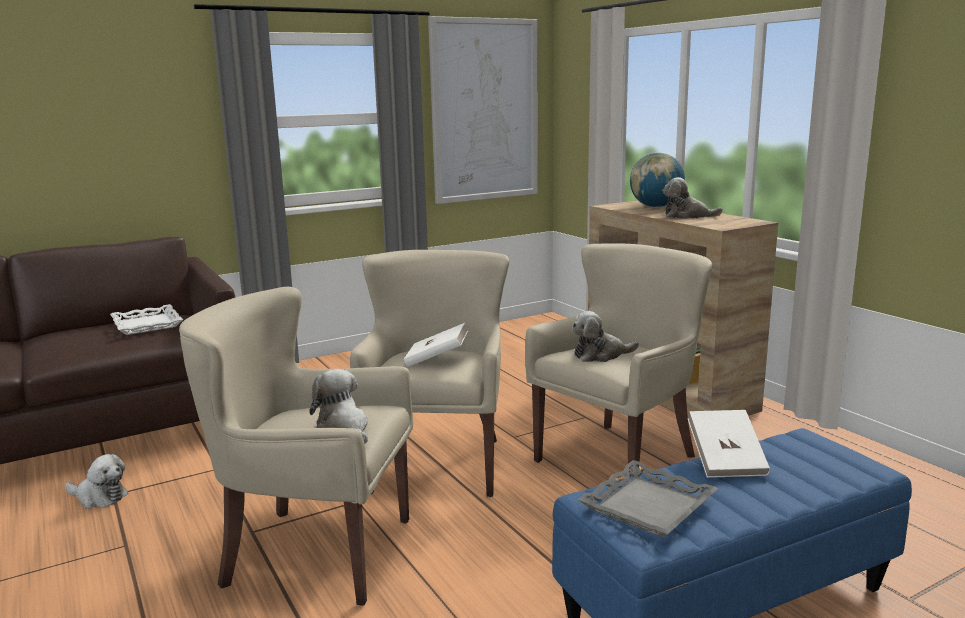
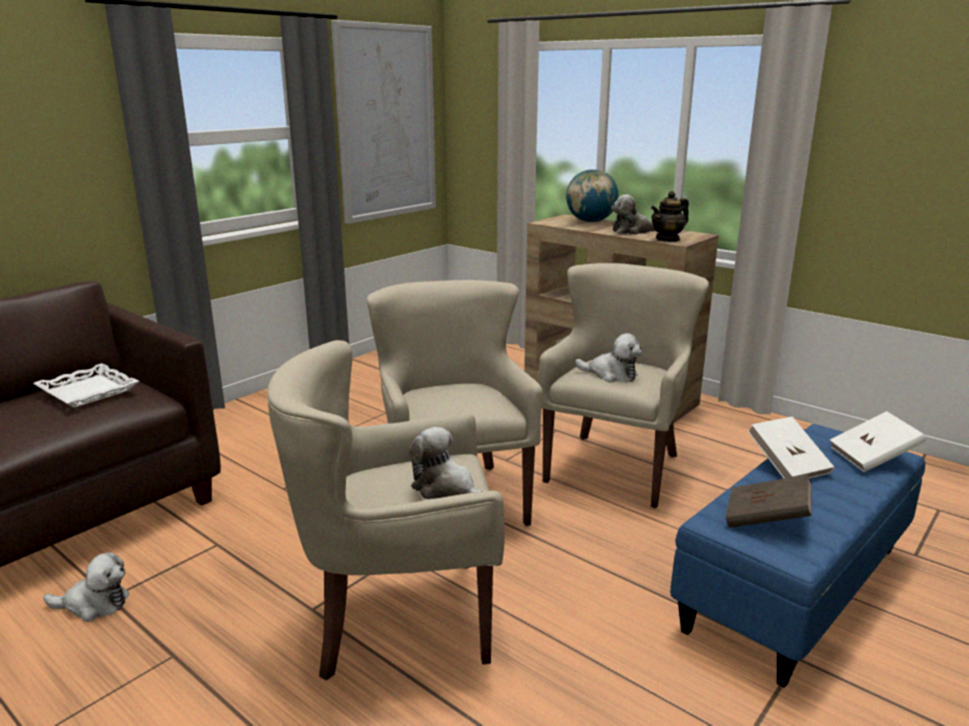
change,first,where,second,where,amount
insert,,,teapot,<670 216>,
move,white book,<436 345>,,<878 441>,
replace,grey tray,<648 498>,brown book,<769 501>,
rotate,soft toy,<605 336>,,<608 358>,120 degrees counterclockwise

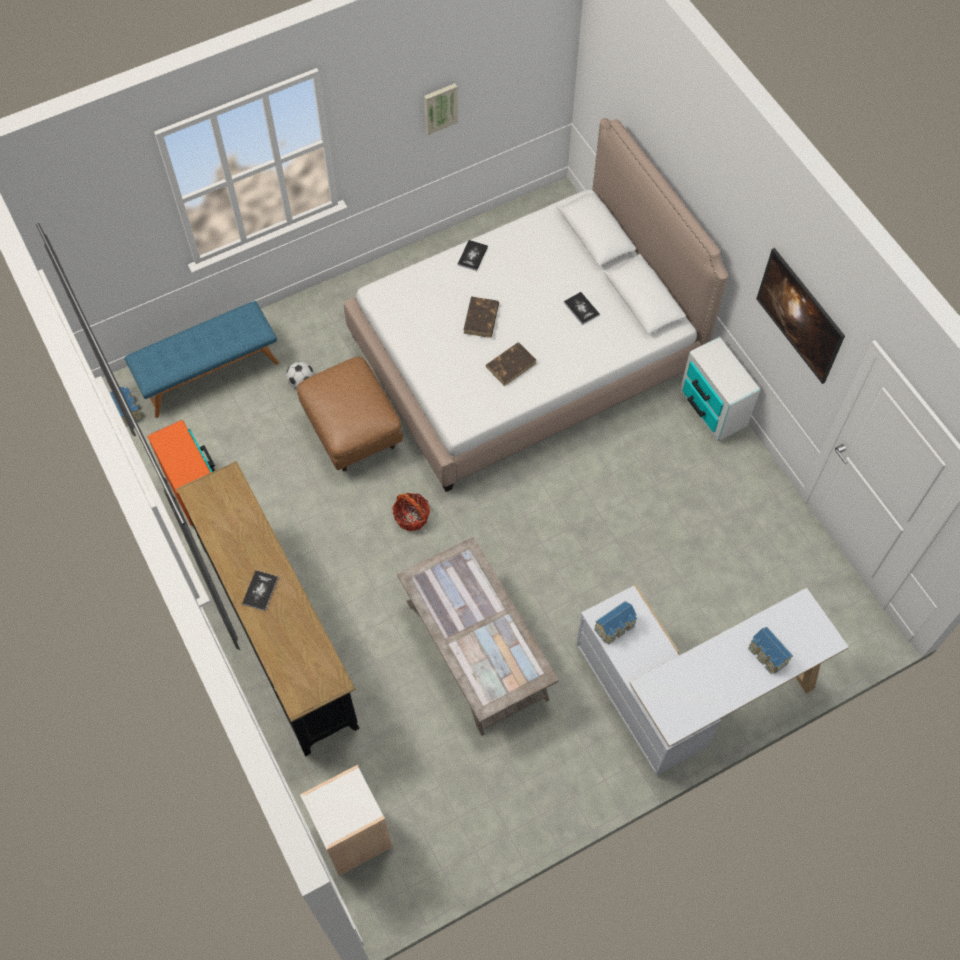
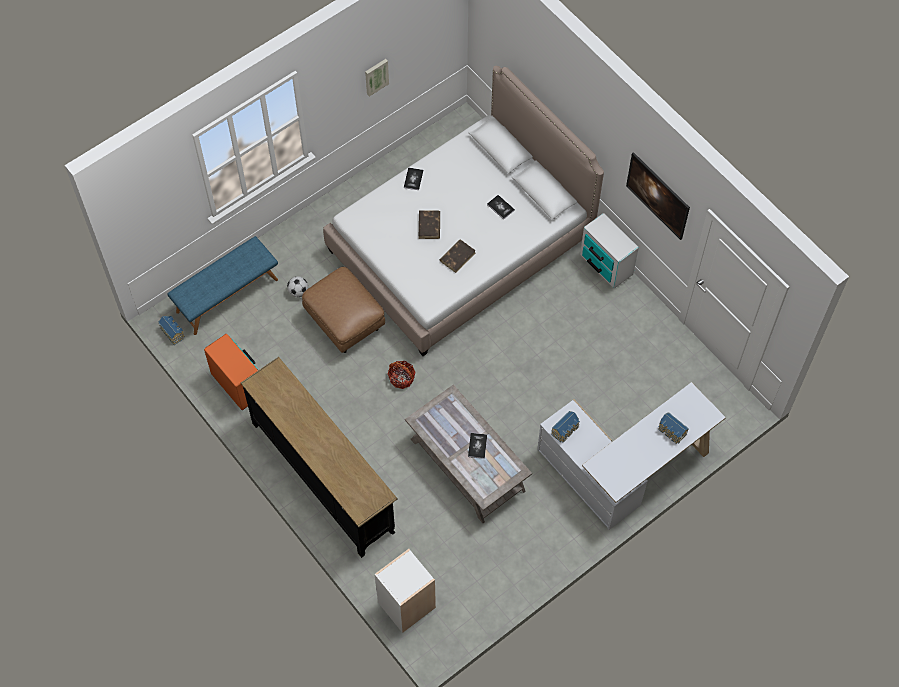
change,first,where,second,where,amount
move,book,<260 590>,,<477 446>,

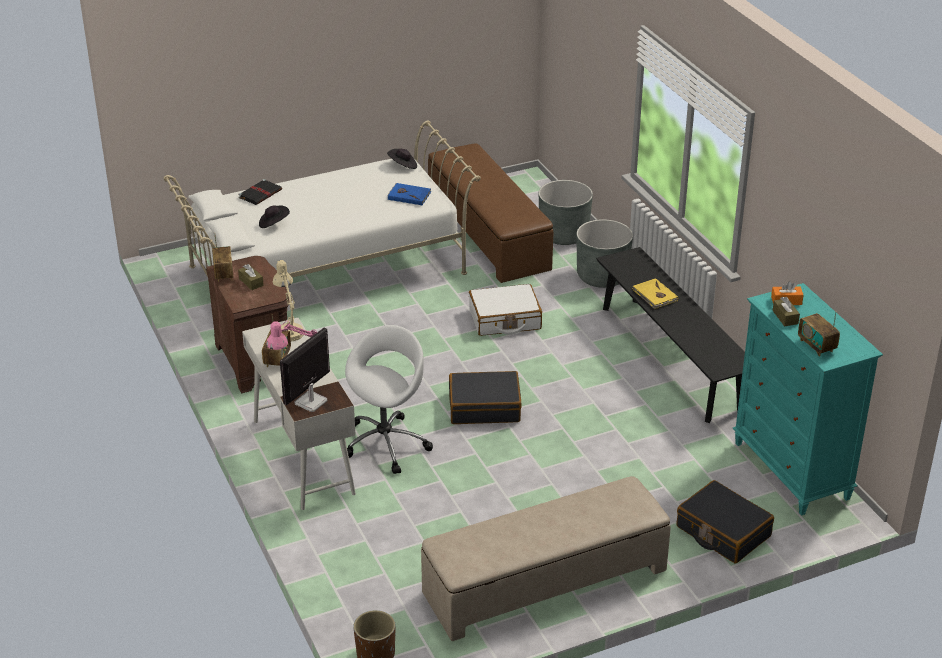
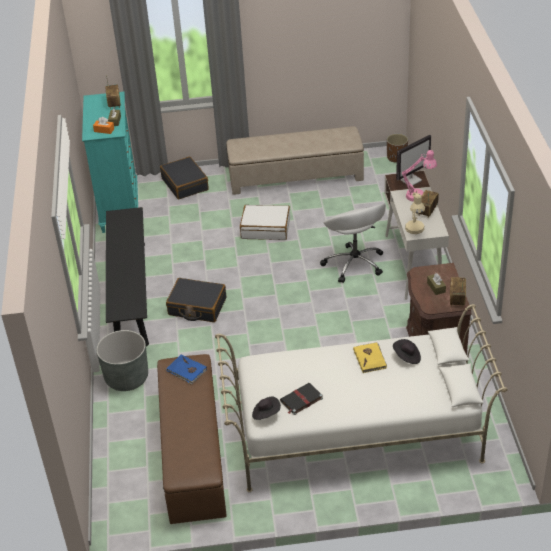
change,first,where,second,where,amount
delete,grey planter,<566 212>,,,
move,black book,<260 192>,,<301 399>,
move,bluish book,<409 194>,,<186 369>,
move,black travel case,<485 397>,,<196 300>,
move,white travel case,<505 310>,,<265 222>,
move,yellowish book,<655 293>,,<370 357>,
rotate,white desk chair,<389 399>,,<353 243>,90 degrees counterclockwise

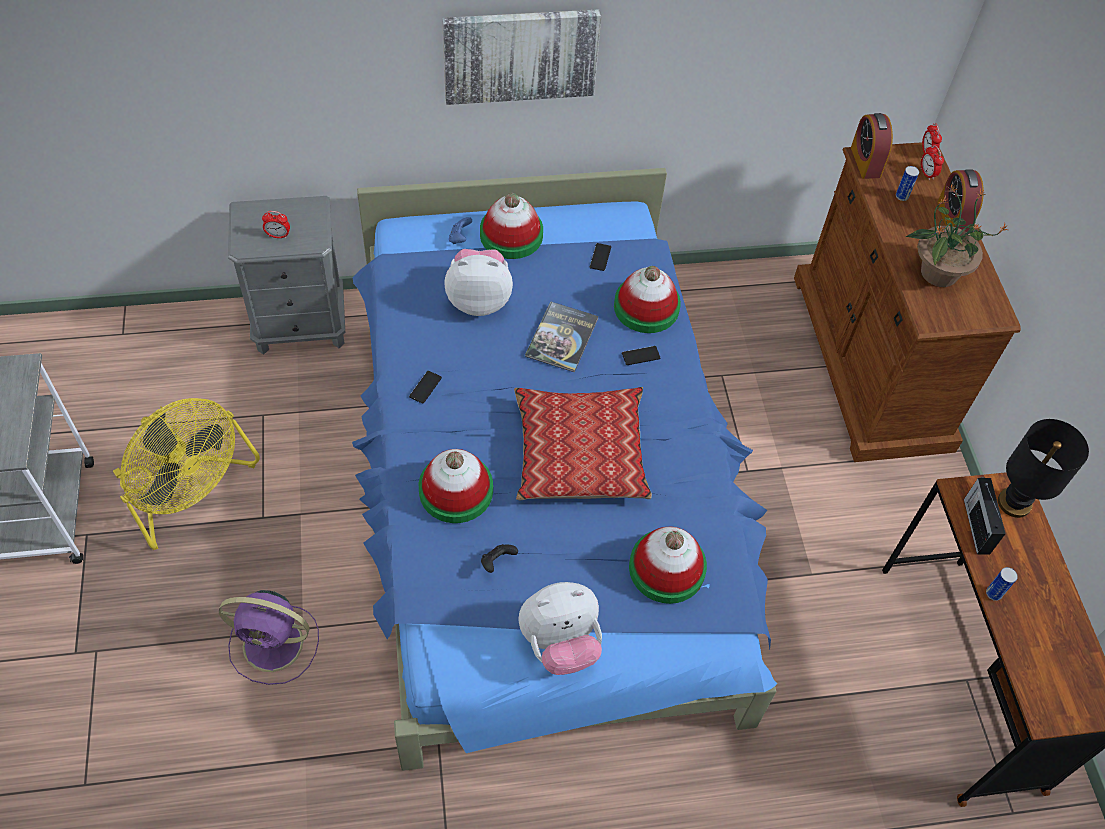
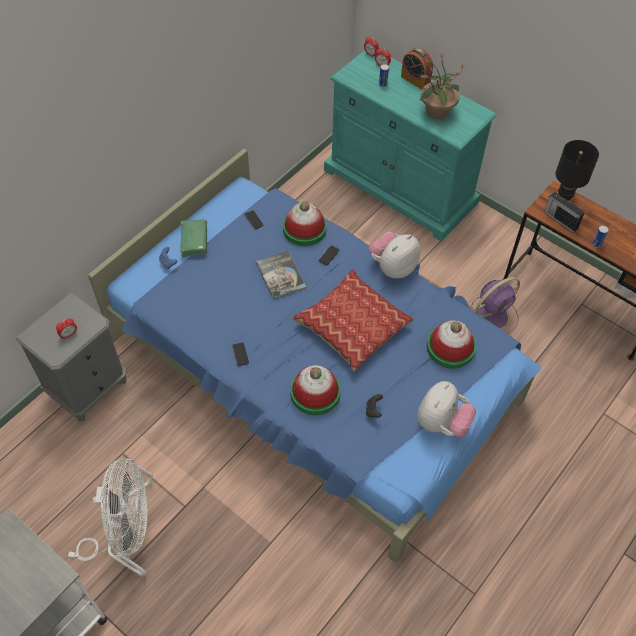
change,first,where,second,where,amount
delete,wall picture,<521 57>,,,
delete,table clock,<872 146>,,,
move,purple-coloured electric fan,<269 637>,,<495 305>,
move,soft toy,<478 282>,,<394 255>,
replace,wearable hat,<511 226>,green book,<193 238>,
recolor,yellowish electric fan,<186 474>,white electric fan,<110 517>,
recolor,brown drawer chest,<907 302>,blue-green drawer chest,<410 146>,

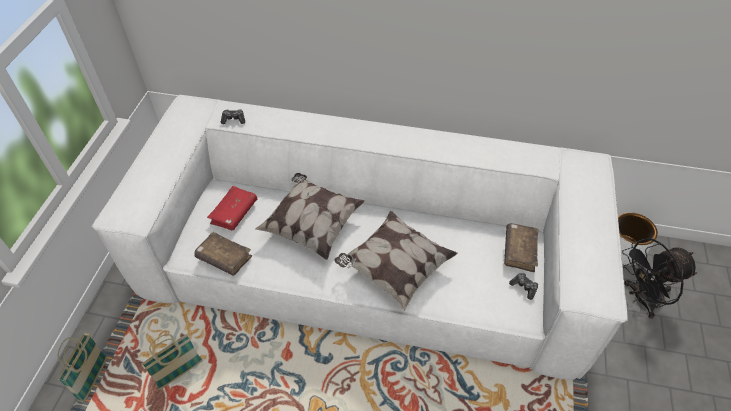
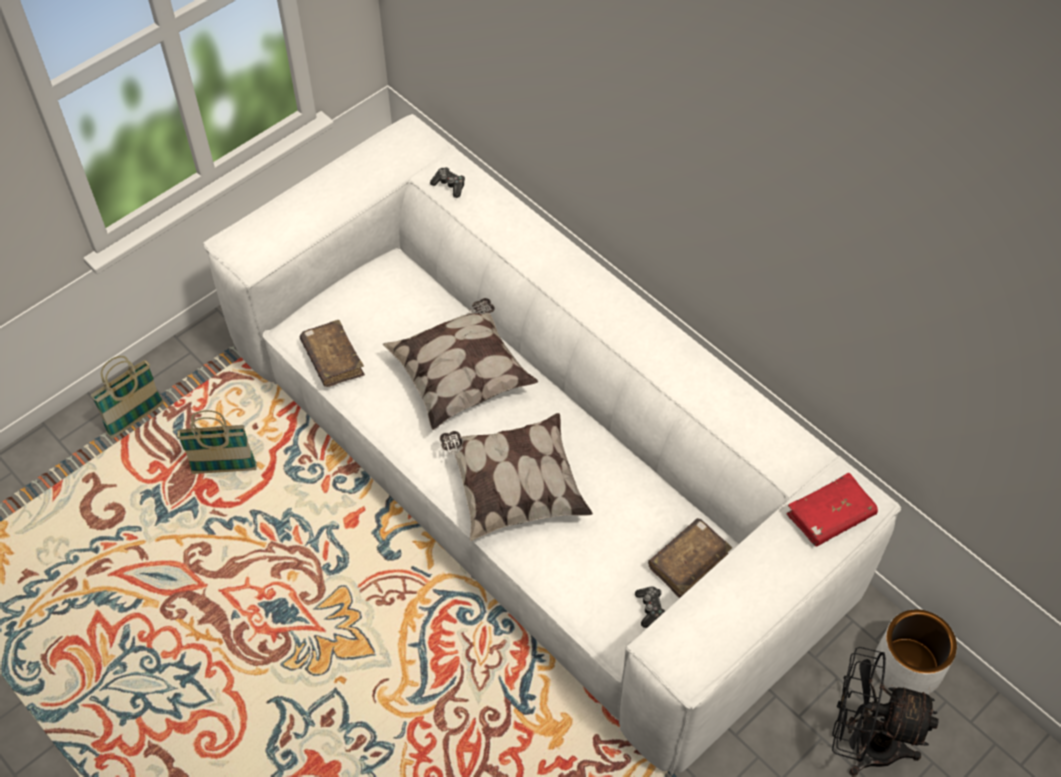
change,first,where,second,where,amount
move,red-coloured book,<232 208>,,<832 510>,

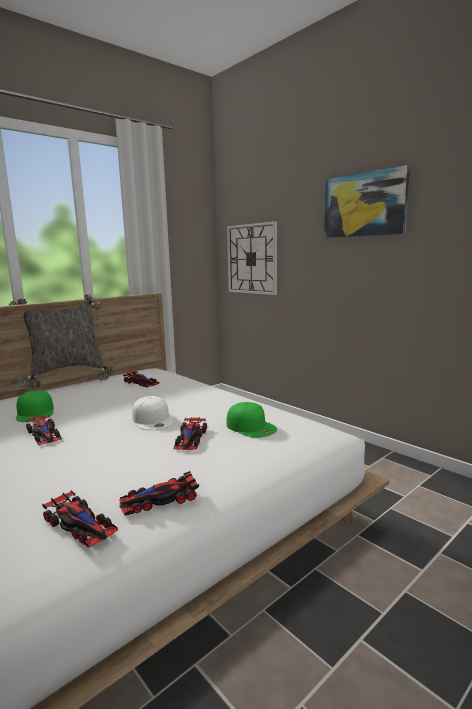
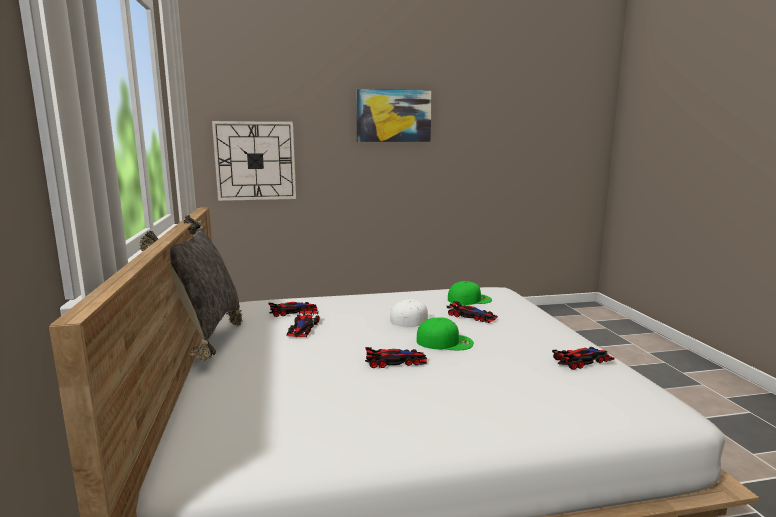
change,first,where,second,where,amount
move,green peaked cap,<35 406>,,<445 333>,
move,toy car,<159 493>,,<302 323>,

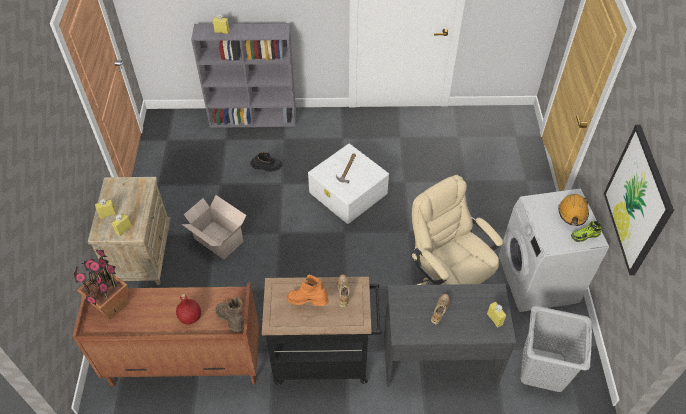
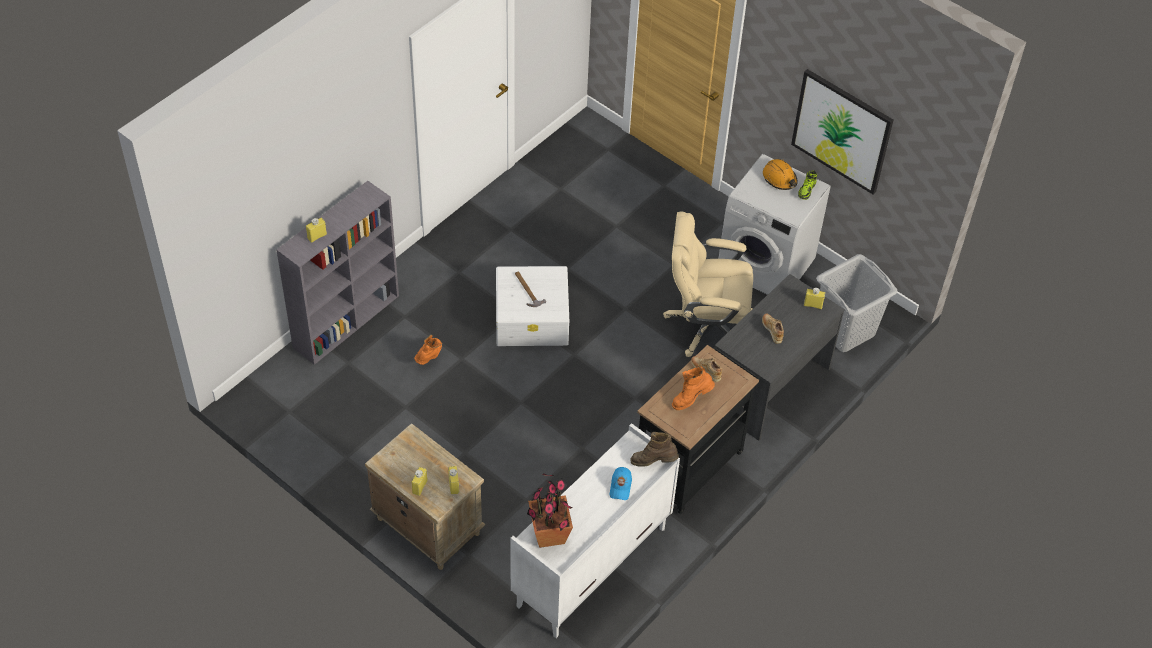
change,first,where,second,where,amount
delete,cardboard box,<213 227>,,,
replace,red-coloured beverage bottle,<188 309>,bluish peaked cap,<621 483>,
recolor,brown cabinet,<165 334>,white cabinet,<595 530>,
recolor,black tall boot,<266 162>,orangey tall boot,<428 350>,

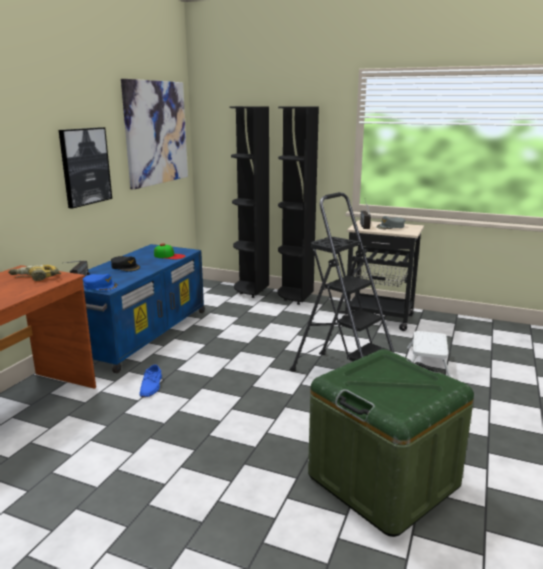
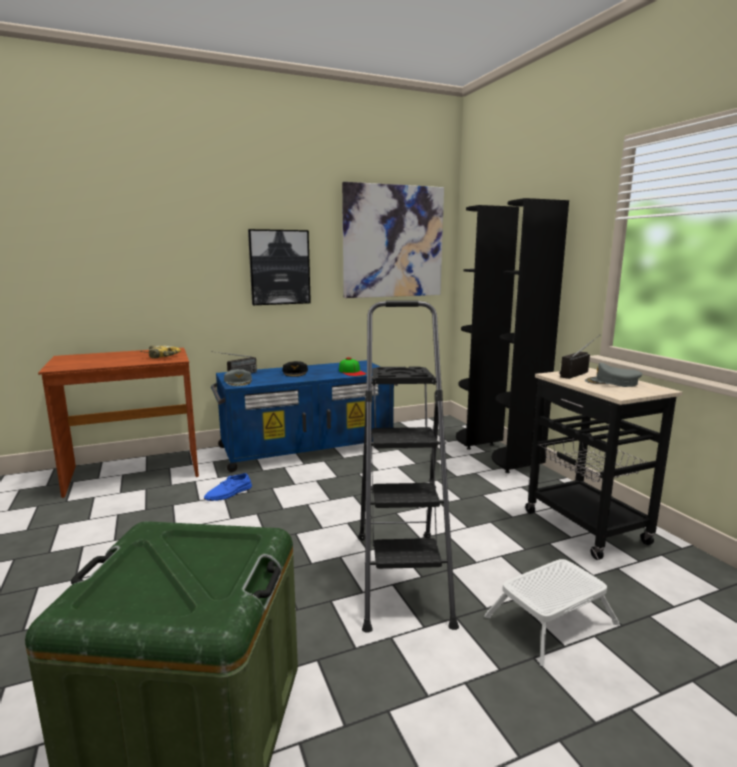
change,first,where,second,where,amount
recolor,bluish peaked cap,<100 282>,grey peaked cap,<238 377>,

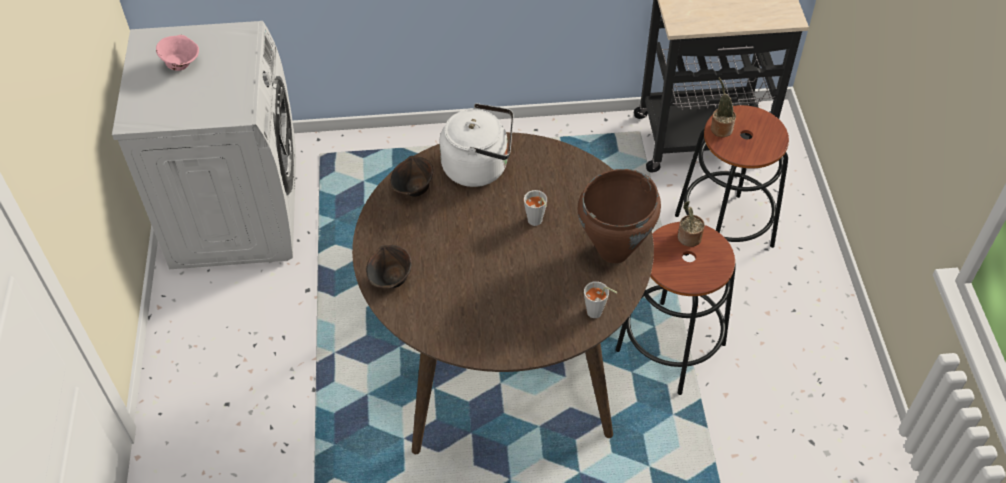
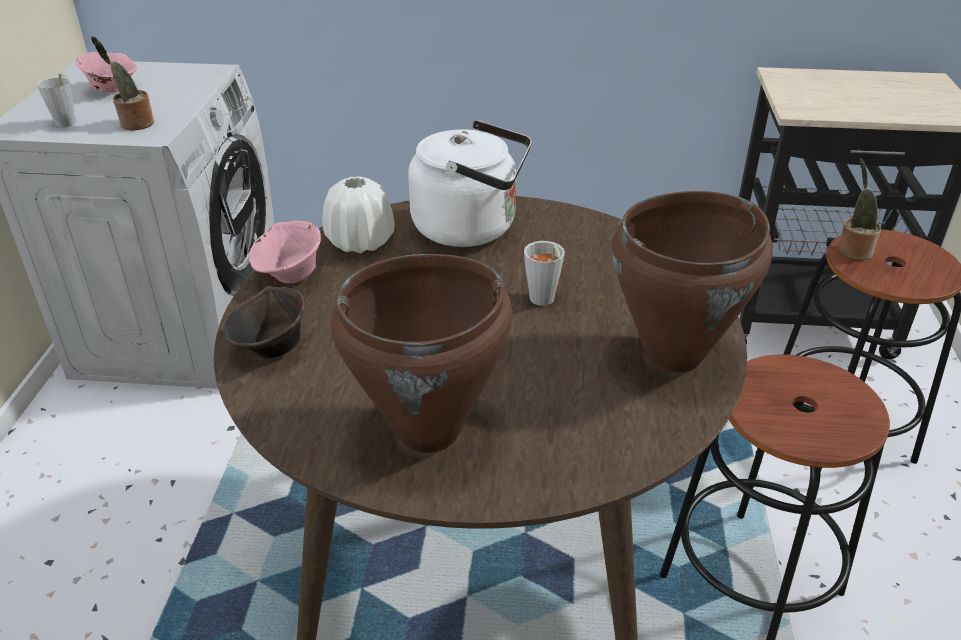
change,first,where,second,where,amount
insert,,,pink bowl,<285 252>,
insert,,,brown stockpot,<421 353>,
move,grey drinking cup,<601 299>,,<56 100>,
move,potted plant,<691 224>,,<122 83>,
replace,brown bowl,<412 176>,white flower vase,<359 215>,

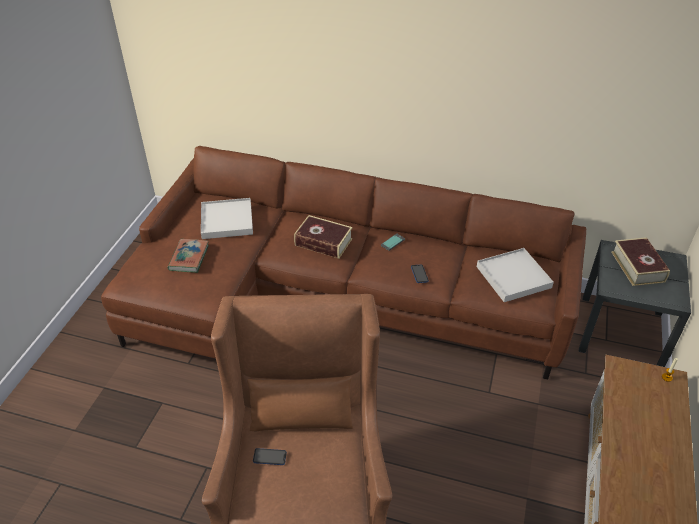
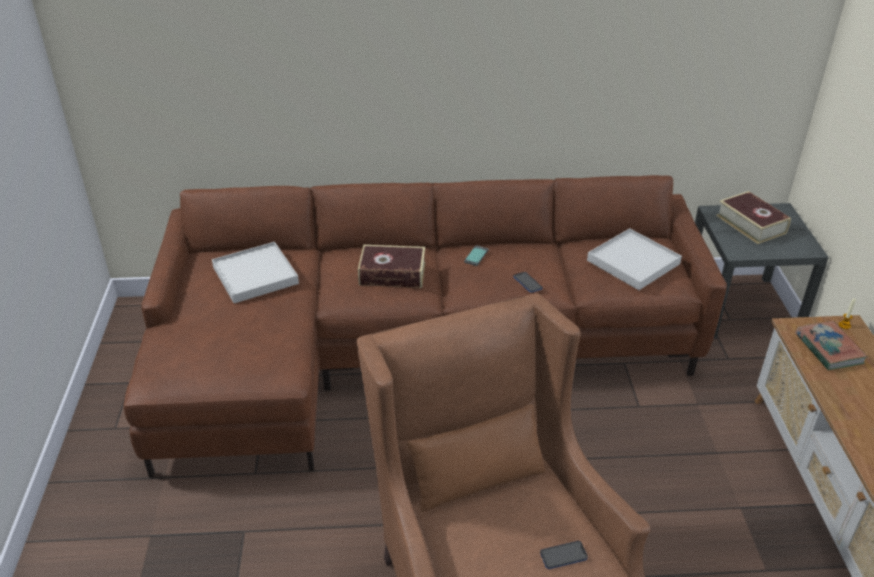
change,first,where,second,where,amount
move,book,<188 256>,,<831 345>,
move,telephone,<270 456>,,<564 555>,

